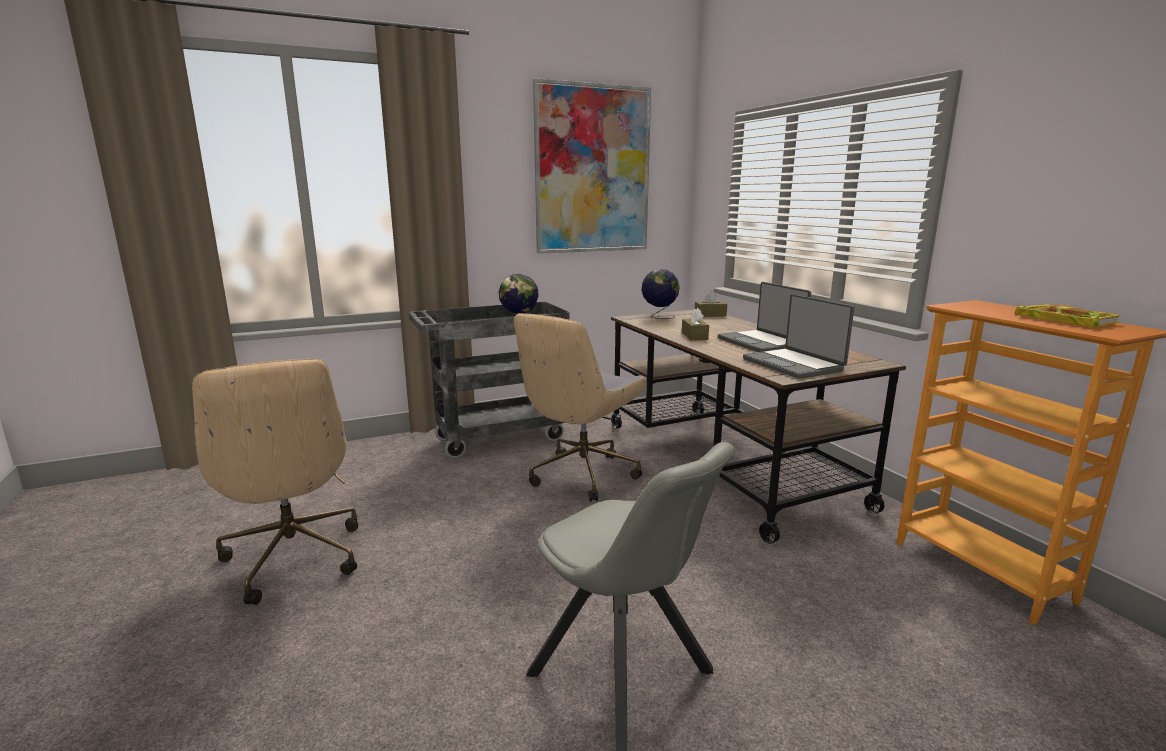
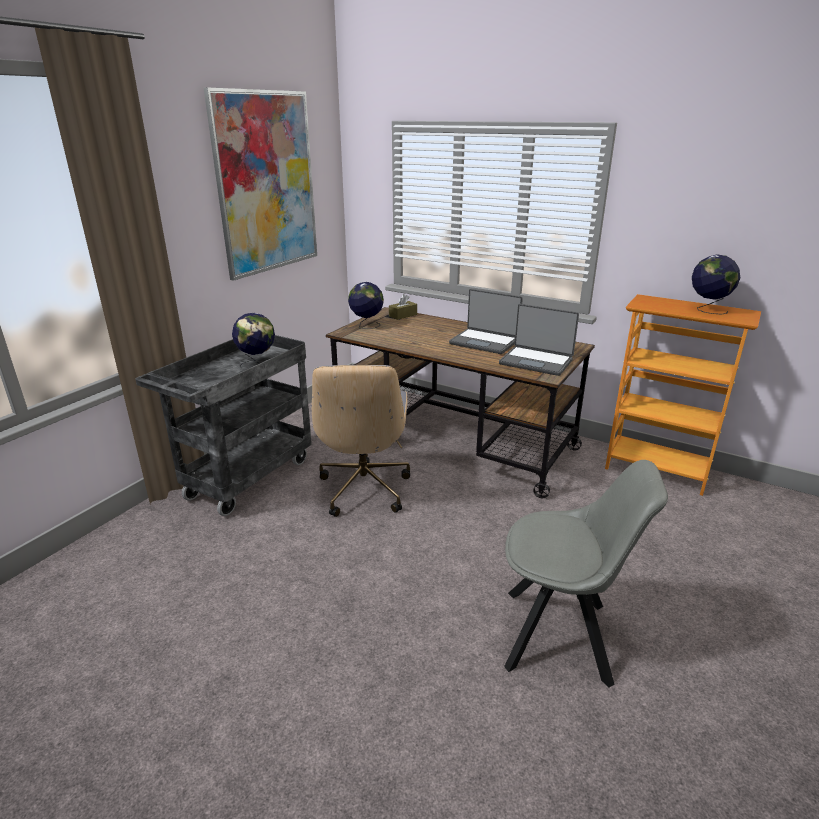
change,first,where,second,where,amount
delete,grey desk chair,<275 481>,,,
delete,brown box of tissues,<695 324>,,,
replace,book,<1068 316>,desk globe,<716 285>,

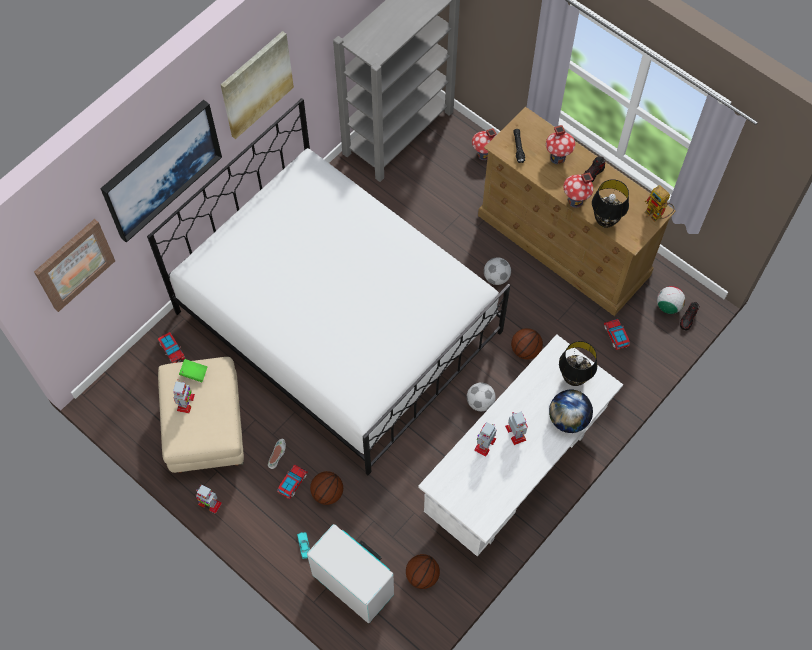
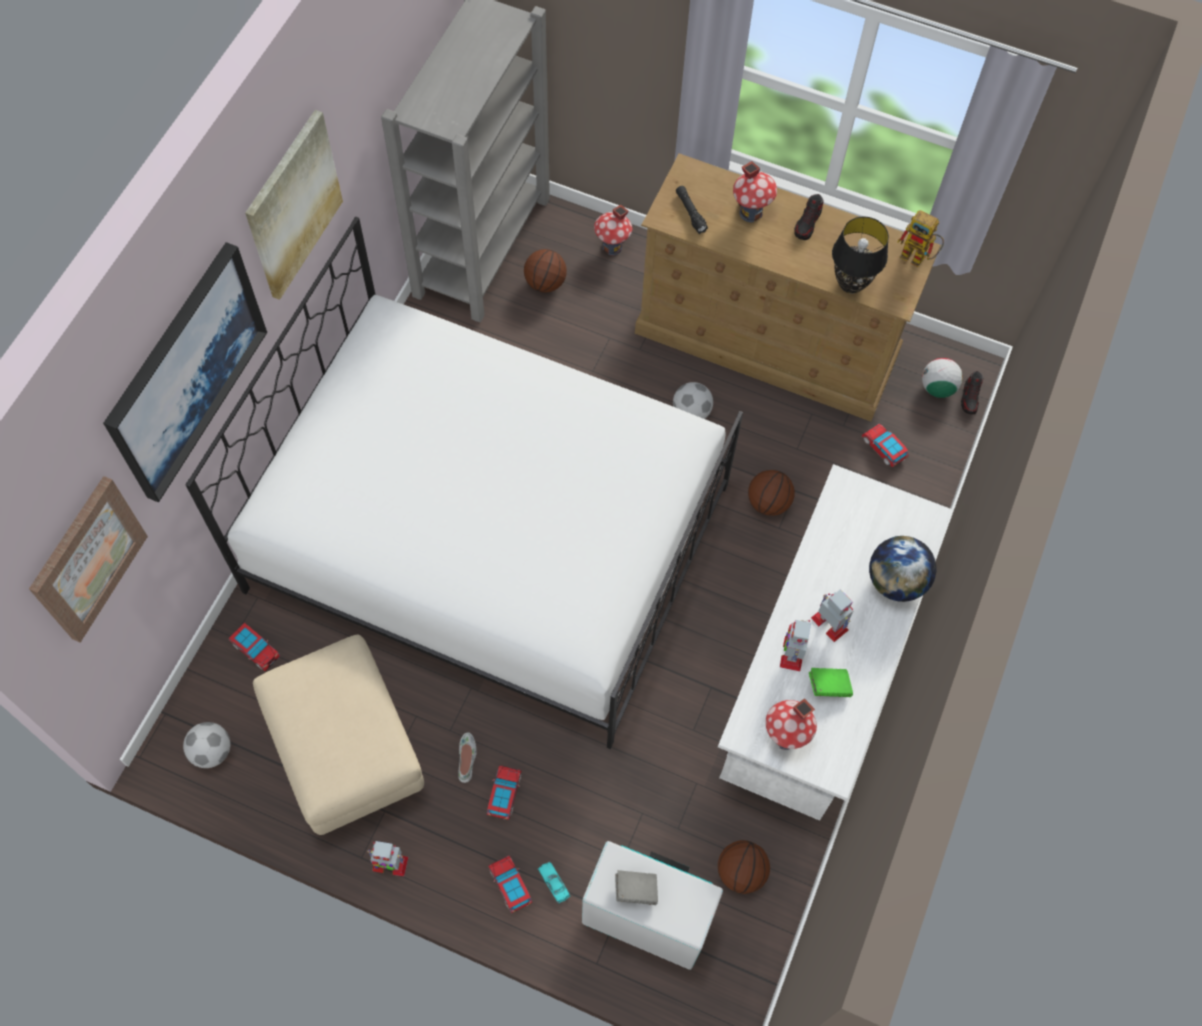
change,first,where,second,where,amount
delete,robot figure,<184 396>,,,
delete,black tabletop lamp,<578 363>,,,
insert,,,toy car,<510 884>,
insert,,,grey book,<636 887>,
move,green book,<193 370>,,<831 682>,
move,basketball,<326 488>,,<545 271>,
move,football ball,<481 396>,,<207 745>,
move,toy house,<578 190>,,<791 724>,

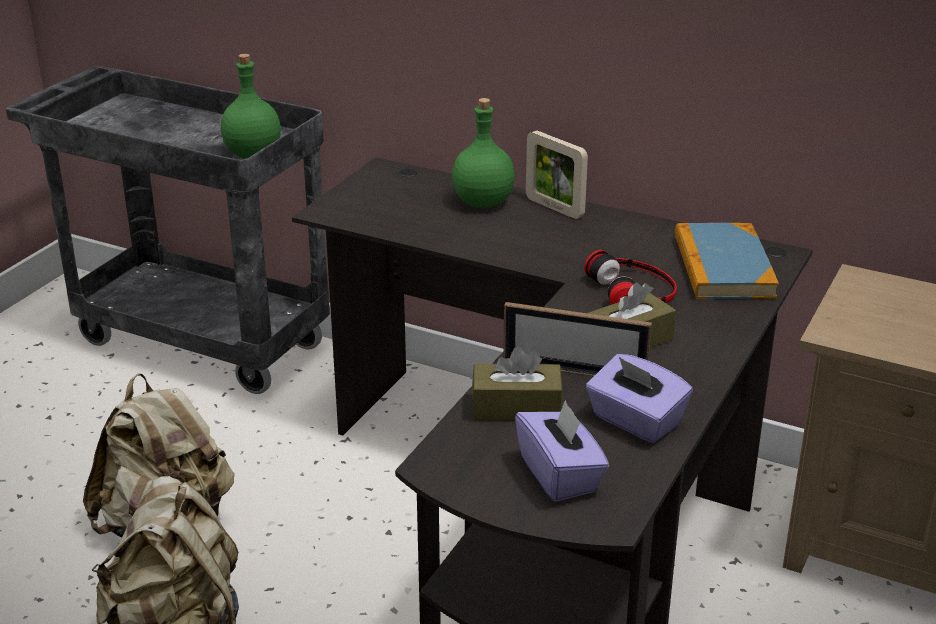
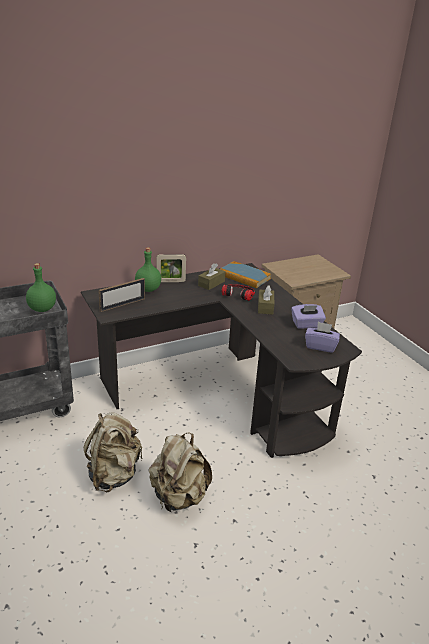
change,first,where,second,where,amount
move,brown box of tissues,<517 383>,,<211 276>,
move,photo frame,<577 339>,,<121 295>,

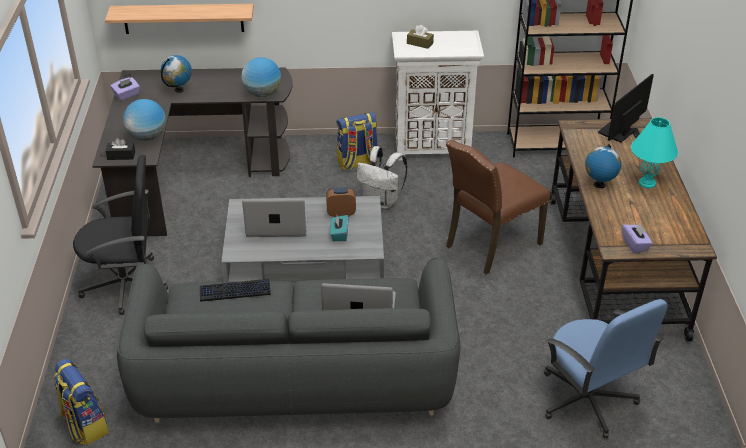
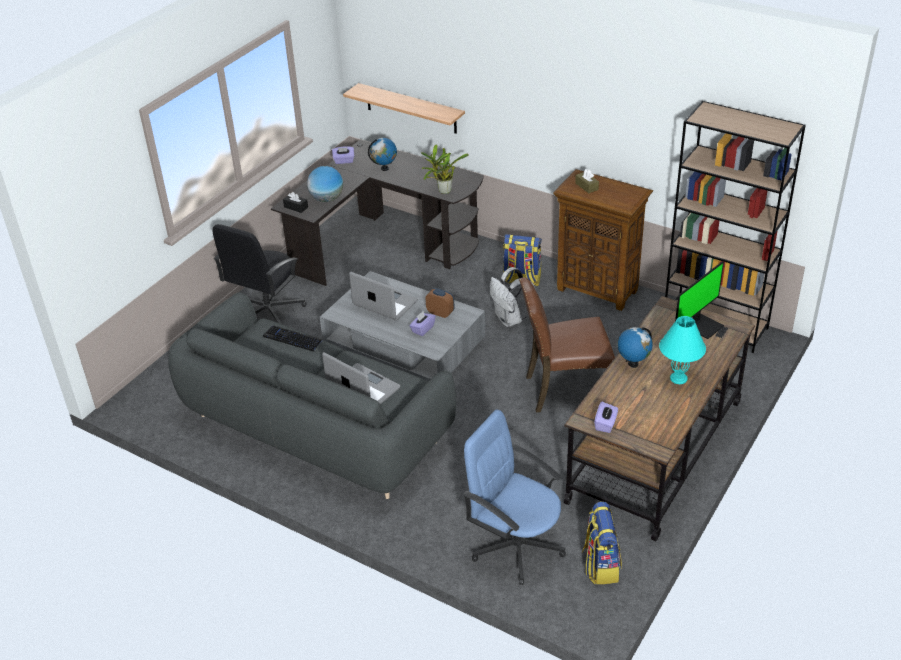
change,first,where,second,where,amount
move,backpack,<81 402>,,<602 543>,
replace,desk globe,<261 77>,potted plant,<445 169>,
recolor,blue-green box of tissues,<339 228>,purple-coloured box of tissues,<422 323>,
recolor,white cabinet,<438 95>,brown cabinet,<603 240>,
rotate,black desk chair,<120 235>,,<259 274>,90 degrees clockwise
rotate,bluish desk chair,<605 368>,,<514 497>,120 degrees clockwise
rotate,computer screen,<626 108>,,<699 300>,150 degrees clockwise

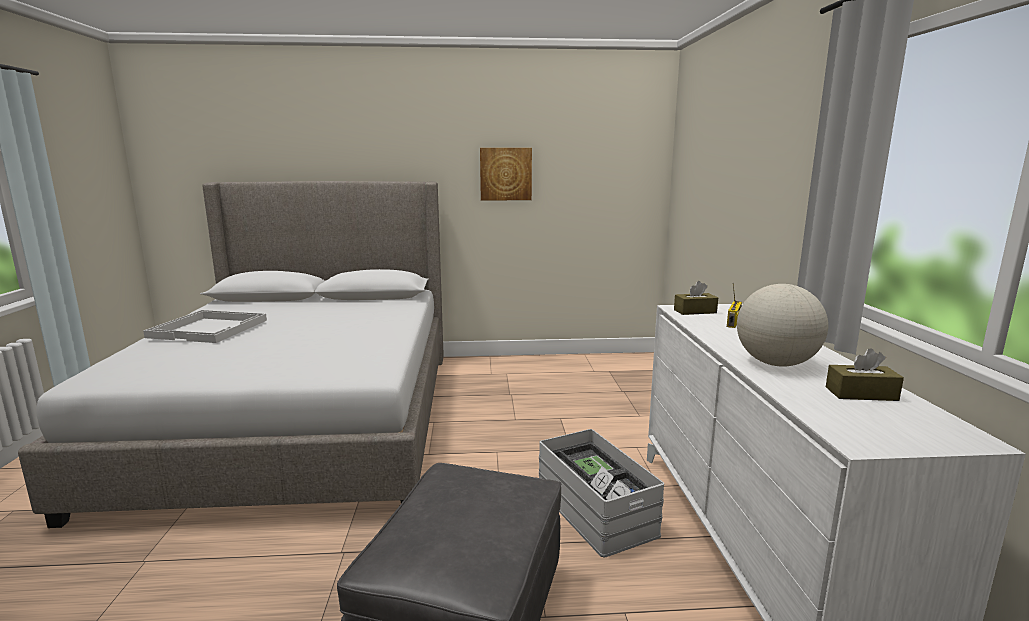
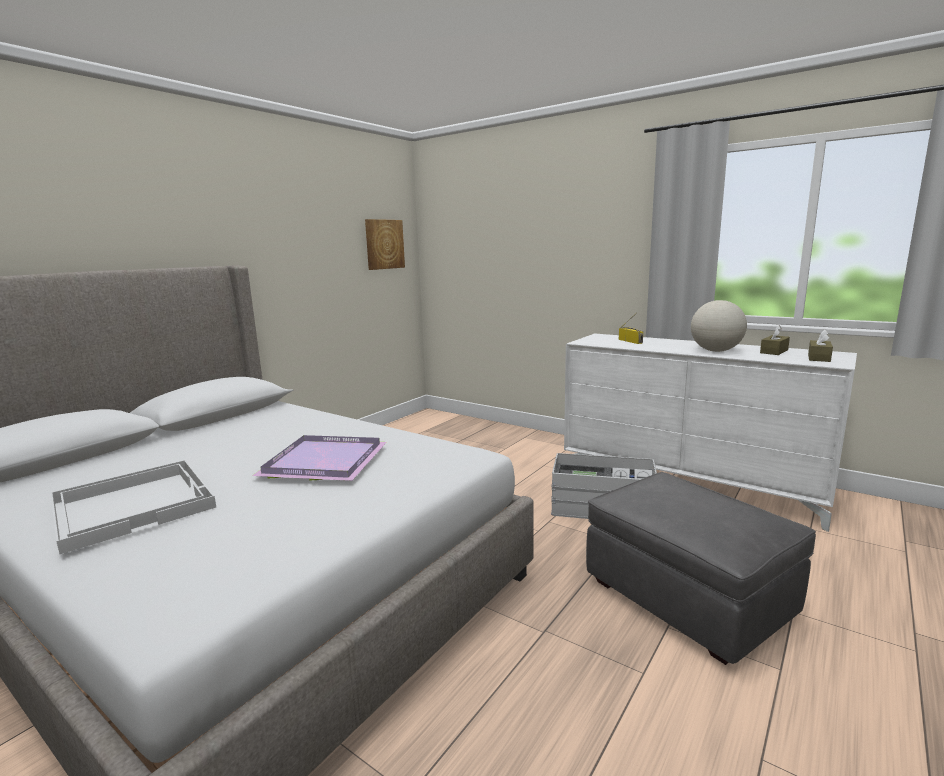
change,first,where,second,where,amount
insert,,,purple-coloured tray,<319 458>,
move,wall picture,<506 174>,,<385 244>,
move,brown box of tissues,<696 298>,,<820 346>,

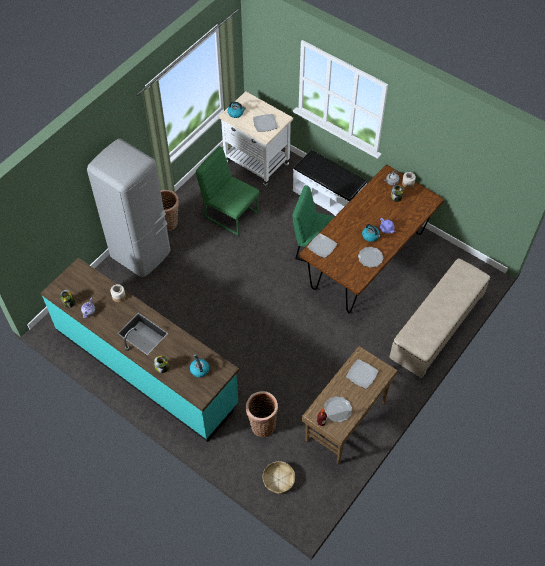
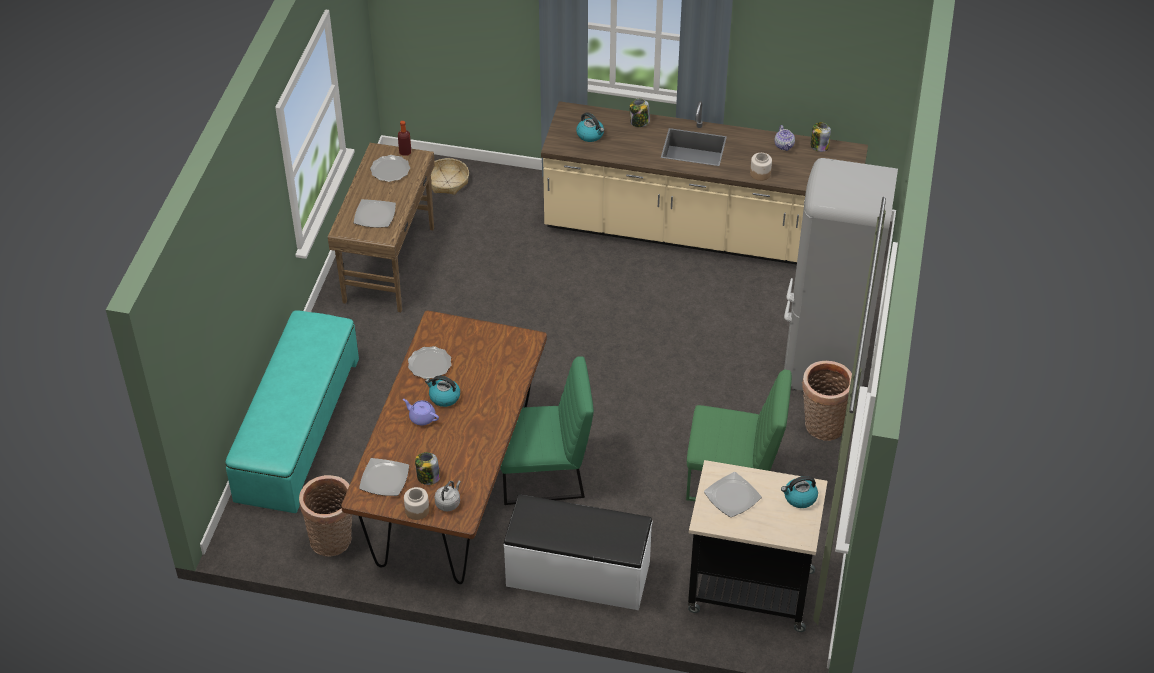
change,first,where,second,where,amount
move,storage basket,<262 414>,,<325 516>,
move,plate,<322 245>,,<384 477>,
recolor,blue-green kitchen base unit,<140 350>,sand-coloured kitchen base unit,<704 183>,
recolor,white trolley,<256 138>,black trolley,<758 546>,
recolor,sand-coloured bench,<439 318>,blue-green bench,<292 411>,

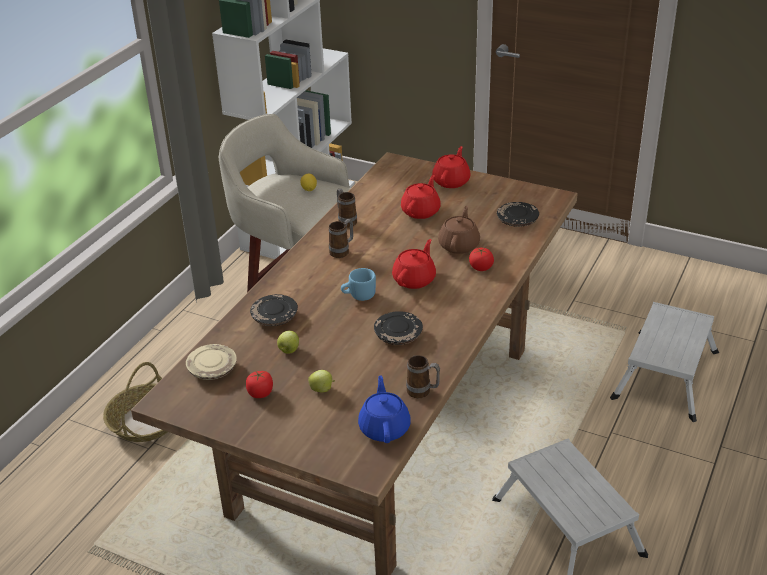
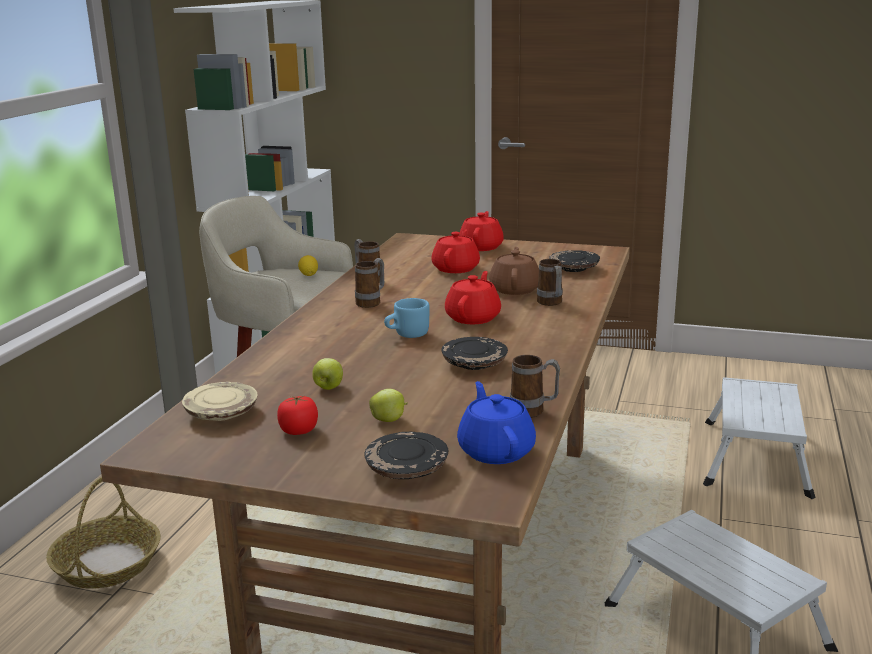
change,first,where,second,where,amount
move,black plate,<274 310>,,<406 455>,
replace,tomato,<481 259>,coffee mug,<550 282>,

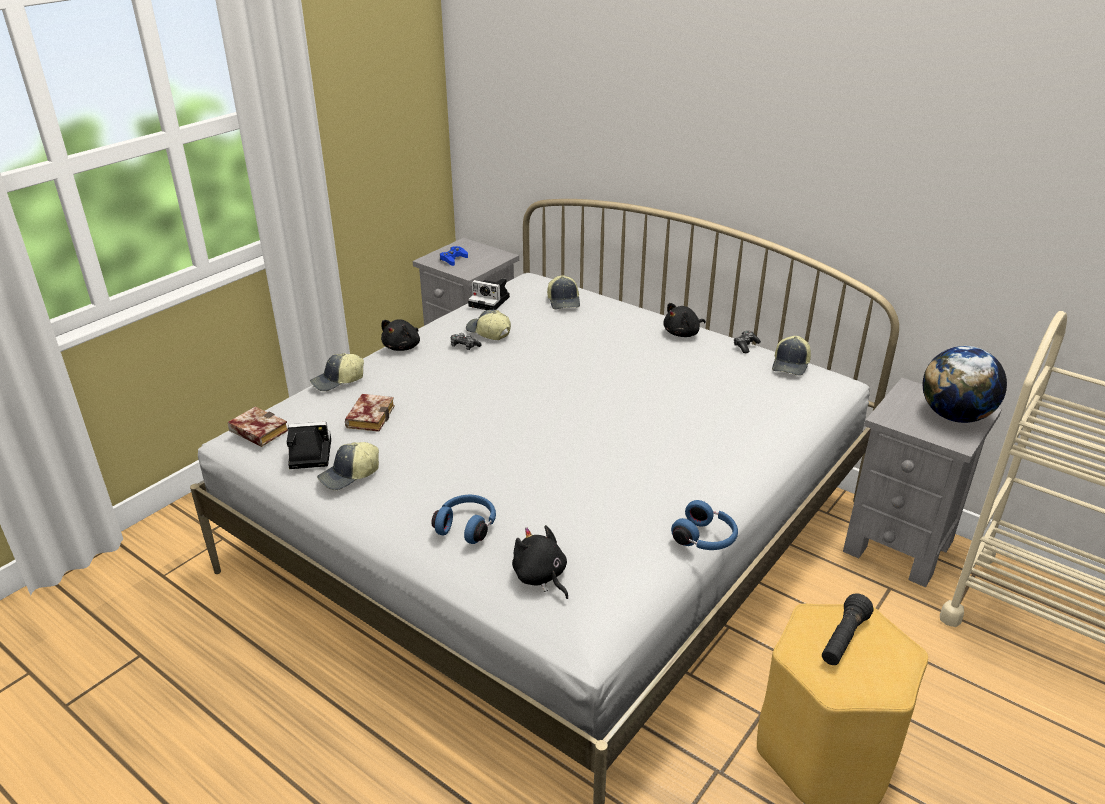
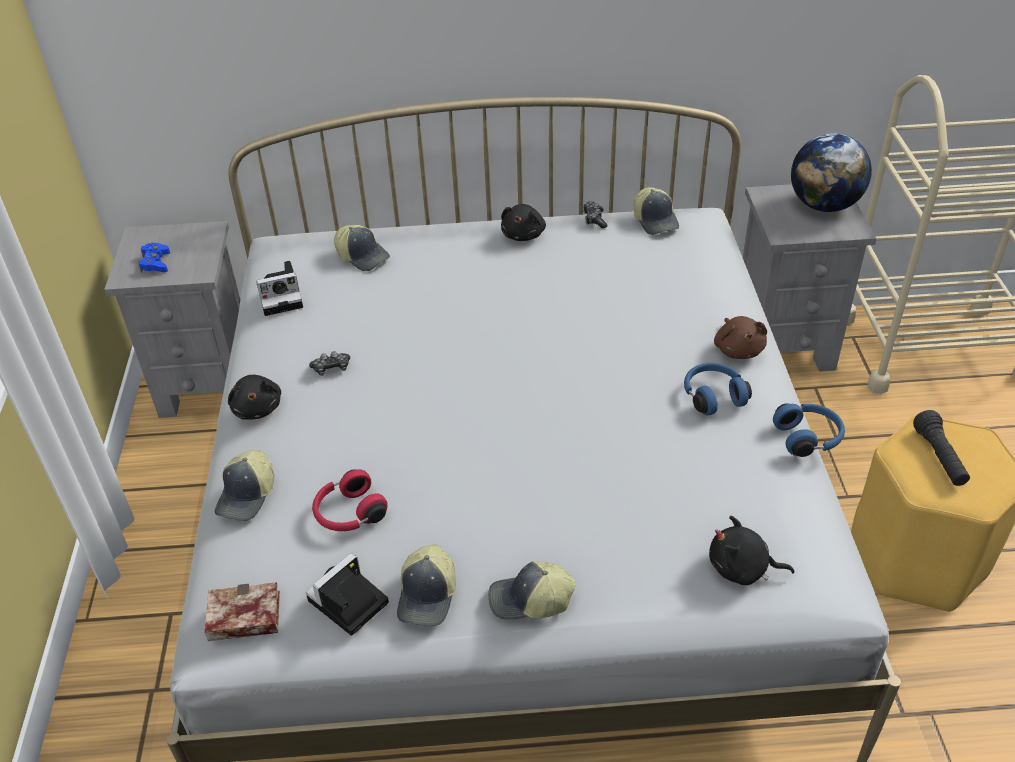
change,first,where,second,where,amount
insert,,,brown soft toy,<740 337>,
move,bluish pair of headphones,<464 519>,,<718 389>,
move,peaked cap,<488 325>,,<532 590>,
replace,book,<370 413>,red-coloured pair of headphones,<350 500>,

